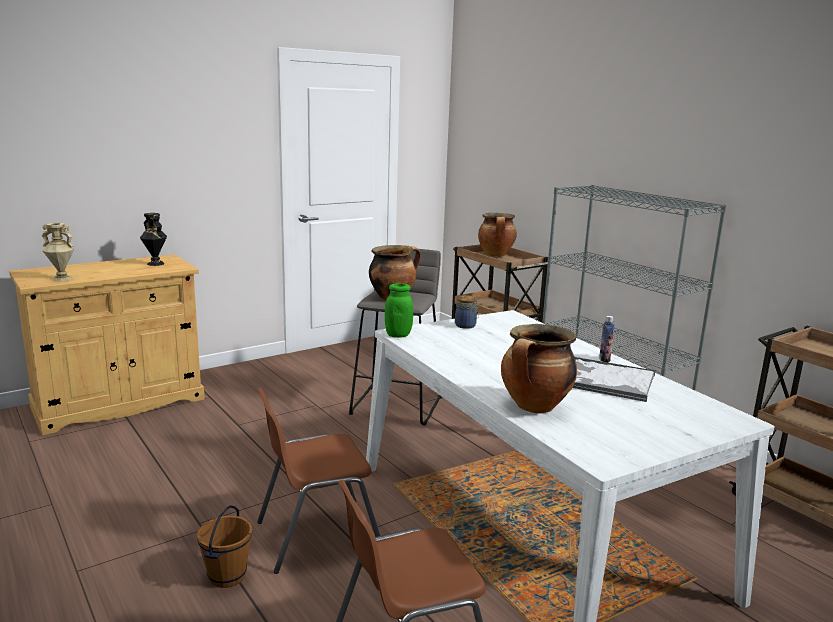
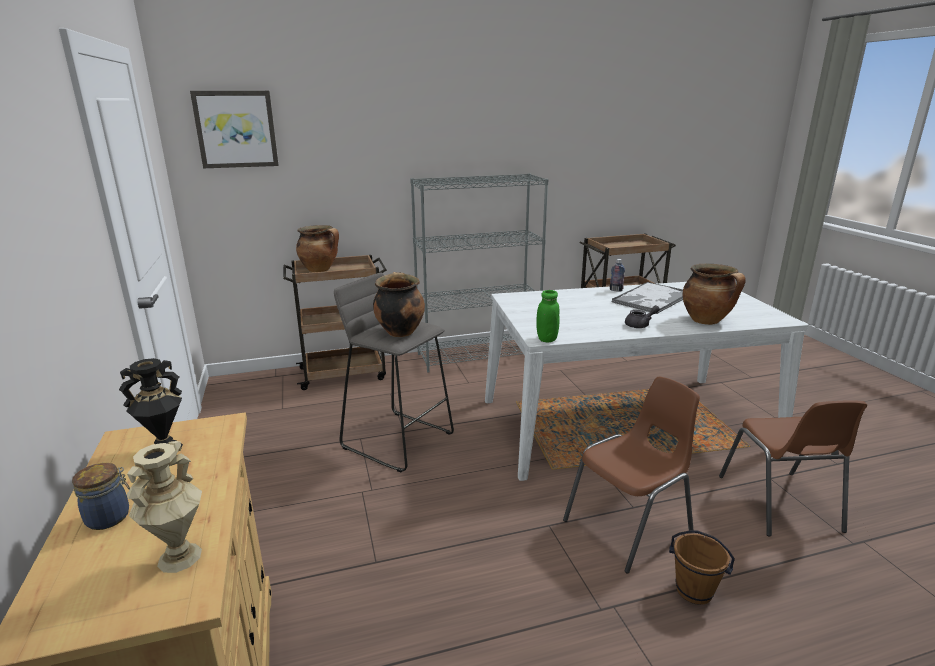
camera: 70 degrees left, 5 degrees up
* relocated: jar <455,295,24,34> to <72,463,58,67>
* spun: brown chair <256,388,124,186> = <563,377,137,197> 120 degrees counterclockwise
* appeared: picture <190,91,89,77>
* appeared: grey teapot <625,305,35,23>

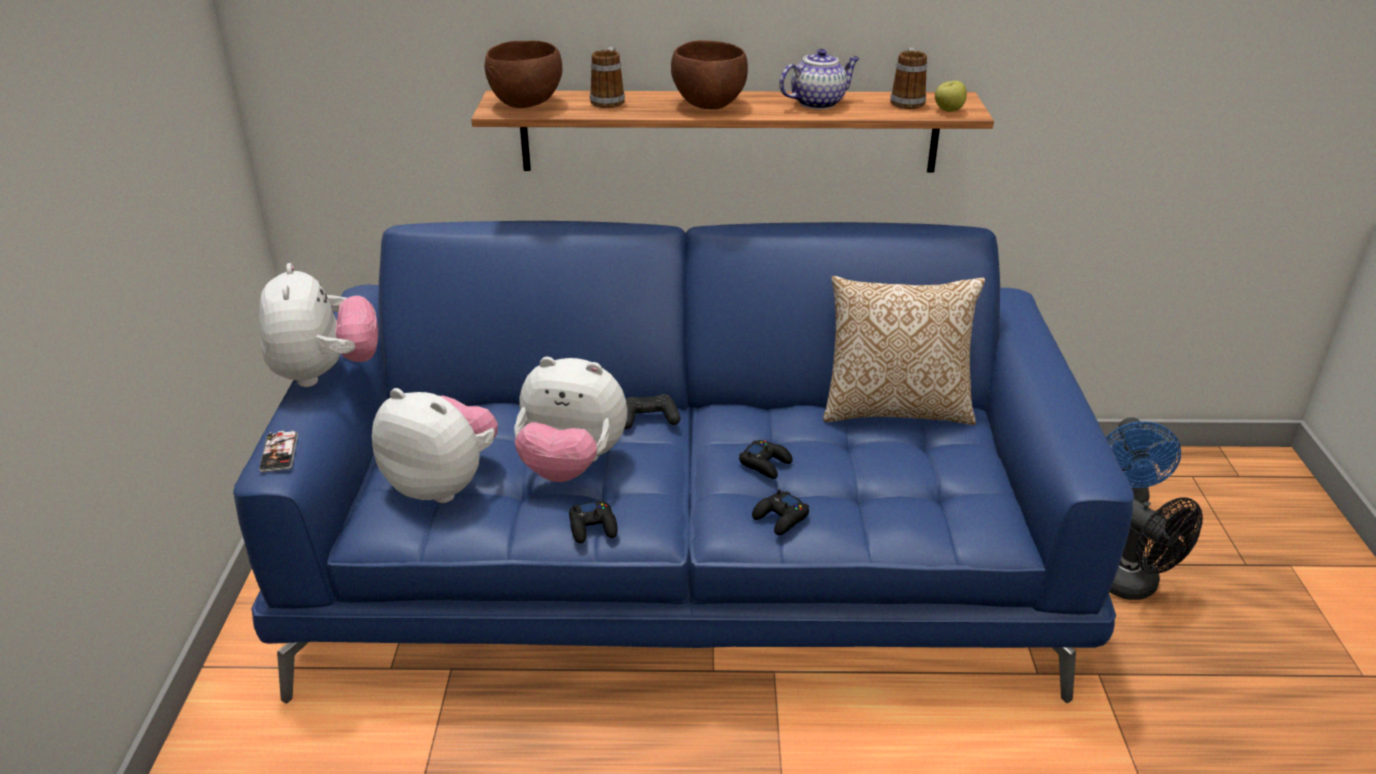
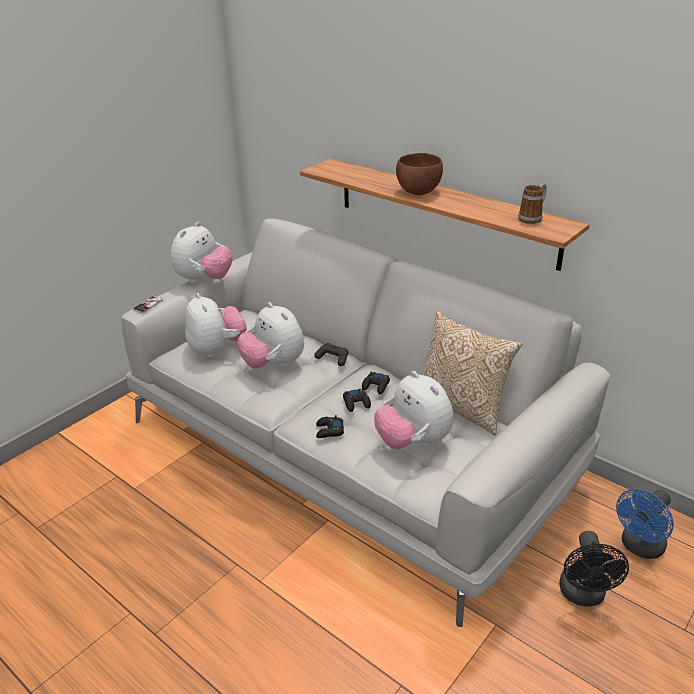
camera: 40 degrees right, 0 degrees up
* missing: brown bowl <485,41,77,67>
* missing: mug <590,47,35,61>
* missing: teapot <779,49,81,60>
* missing: apple <935,81,32,31>
* colour: blue sofa <233,221,901,483> to grey sofa <121,219,489,408>
* relocated: black game controller <569,500,49,44> to <362,371,28,23>
* appeared: plush toy <374,371,79,78>

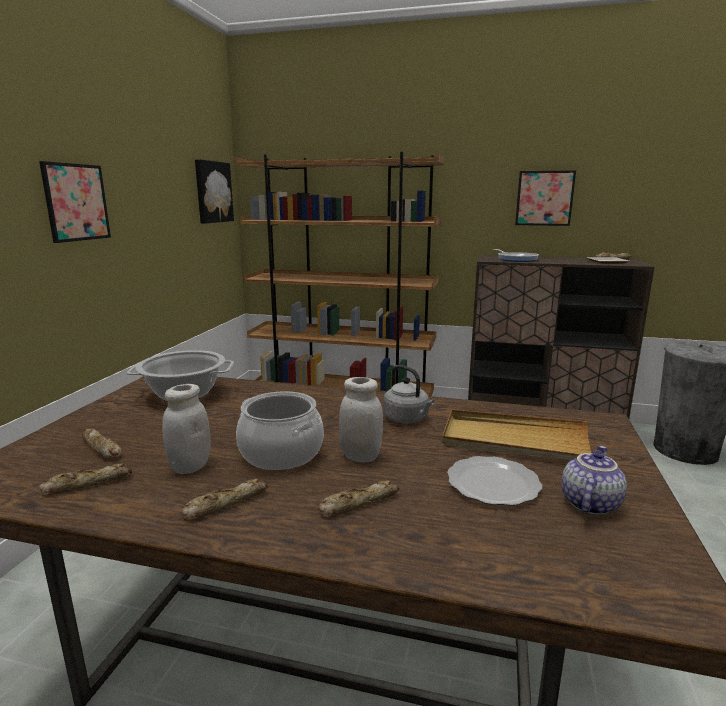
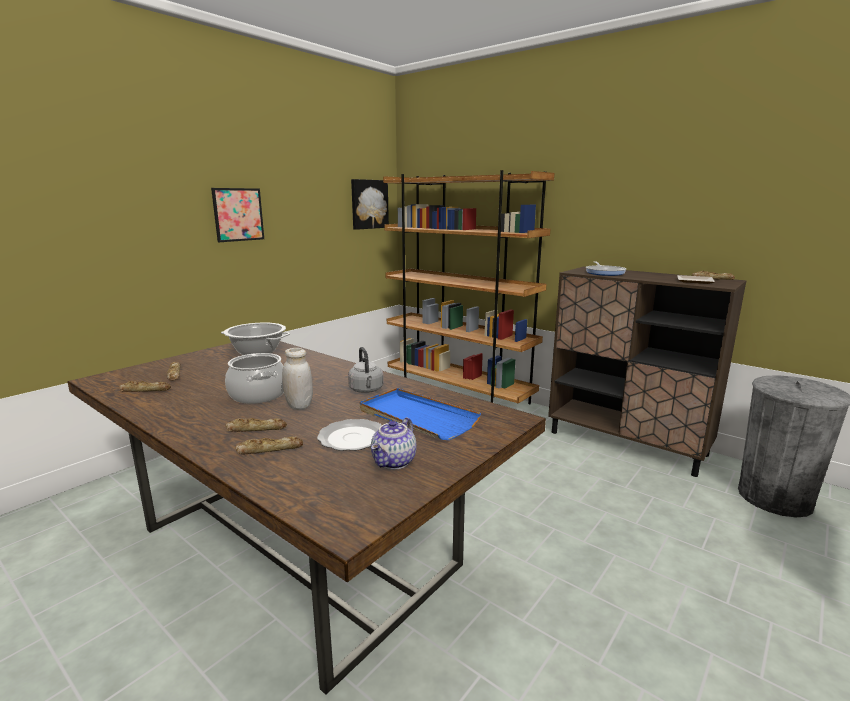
camera: 25 degrees right, 0 degrees up
* missing: picture <515,170,61,56>
* missing: white jar <162,384,49,90>
* colour: beige tray <442,410,149,49> to blue tray <359,388,122,52>
* spun: teapot <562,446,65,69> = <371,417,46,53> 150 degrees clockwise
* relocated: bread <181,479,87,41> to <235,436,68,19>

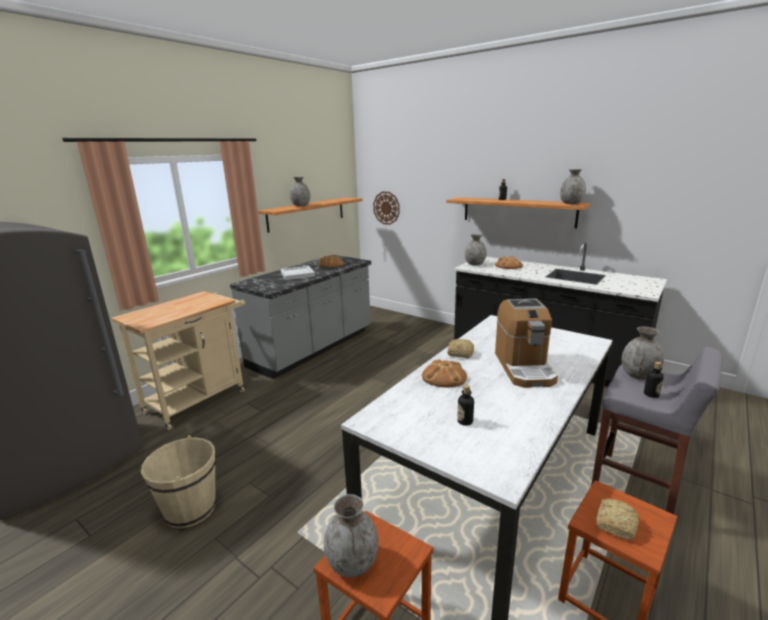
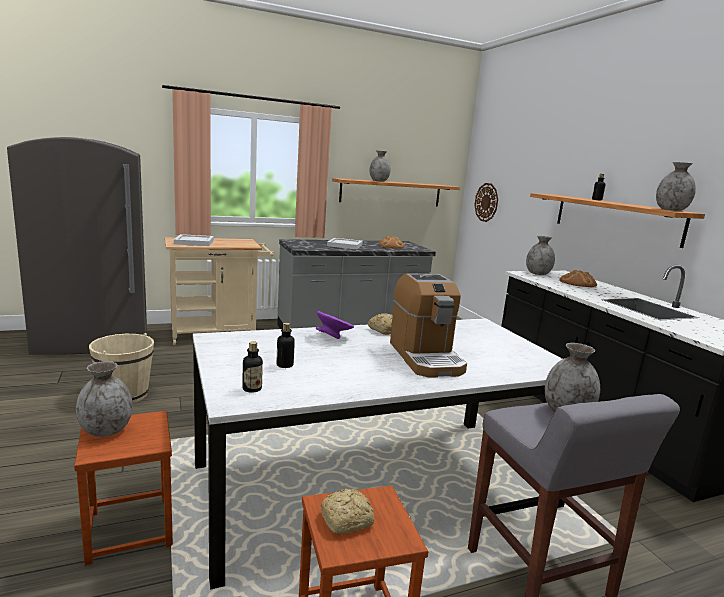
camera: 30 degrees right, 5 degrees down
* spun: coffee machine <495,298,63,90> = <390,273,77,105> 45 degrees counterclockwise
* exchanged: bread <422,359,45,28> to purple bowl <316,311,38,28>
* relocated: bottle <644,362,20,36> to <242,341,21,52>
* appeared: white tray <174,234,40,12>

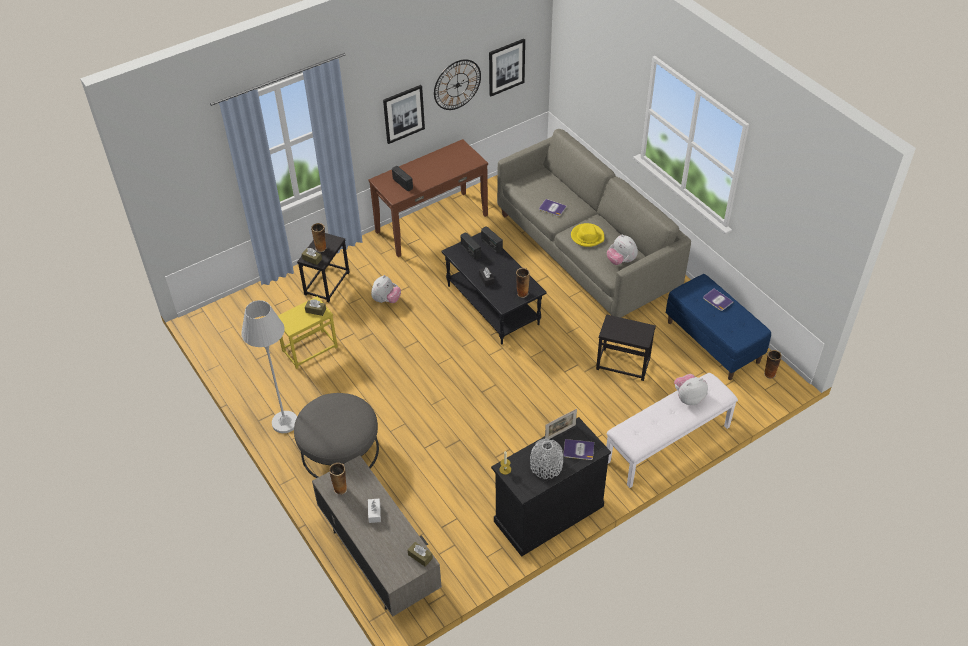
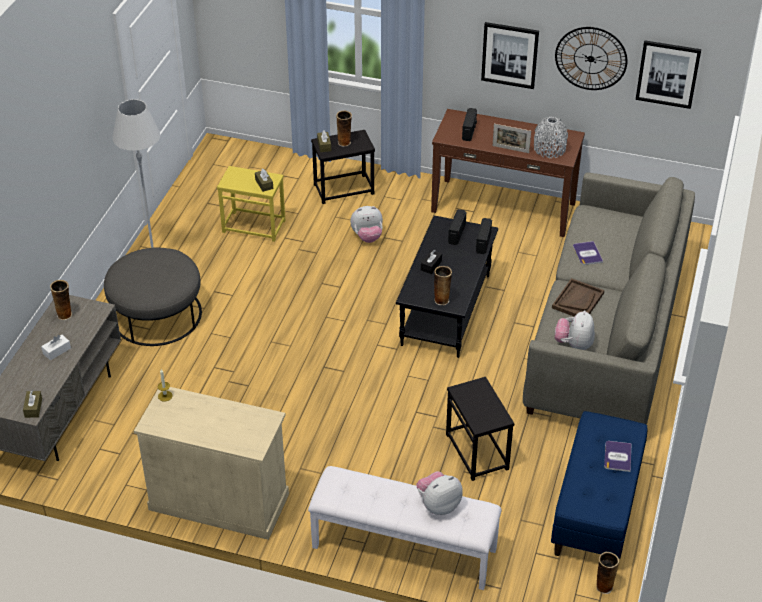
camera: 50 degrees right, 5 degrees down
* exchanged: yellow hat <571,223,33,24> to brown tray <552,278,52,38>
* spun: plush toy <674,374,34,31> = <416,471,47,44> 60 degrees counterclockwise
* relocated: picture frame <545,409,32,30> to <493,124,38,29>
* colour: black cabinet <491,417,120,140> to beige cabinet <134,387,155,153>
* relocated: grey vase <530,438,33,41> to <534,117,34,41>
* missing: book <563,439,31,21>

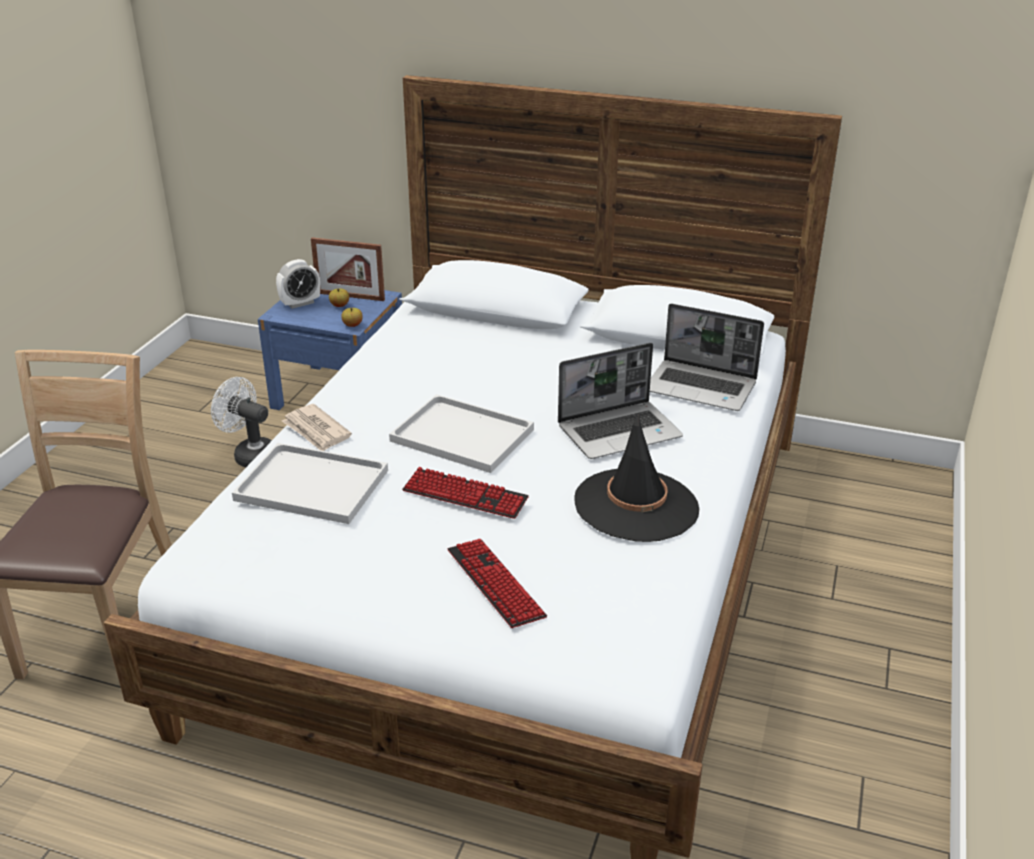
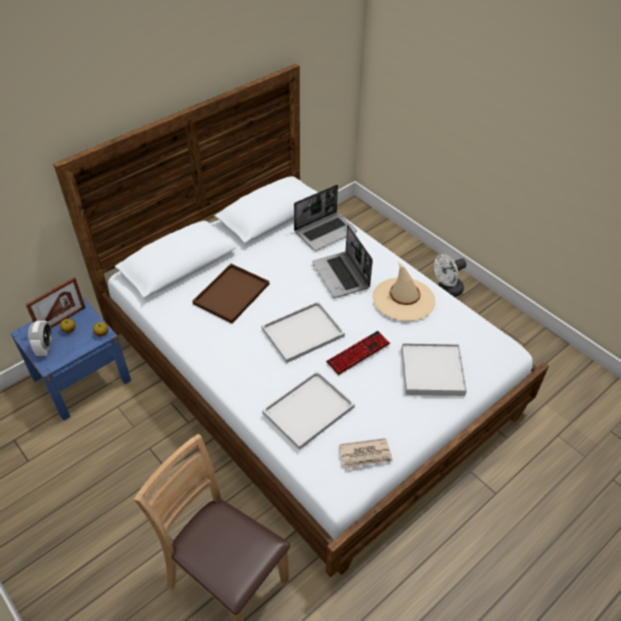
camera: 60 degrees left, 15 degrees up
* spun: laptop <558,343,125,116> = <312,225,61,73> 150 degrees clockwise
* relocated: white fan <211,377,61,90> to <434,254,33,43>
* relocated: newspaper <282,404,70,47> to <339,438,54,31>
* colour: black hat <574,414,125,128> to beige hat <372,262,63,59>
* exchanged: keyboard <448,539,99,89> to white tray <401,343,66,53>
* appeared: brown tray <192,264,77,60>

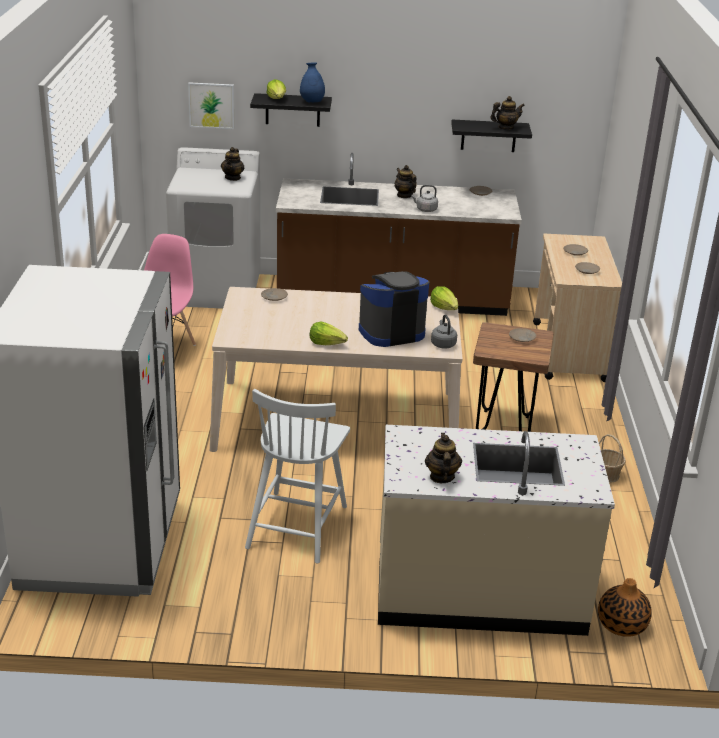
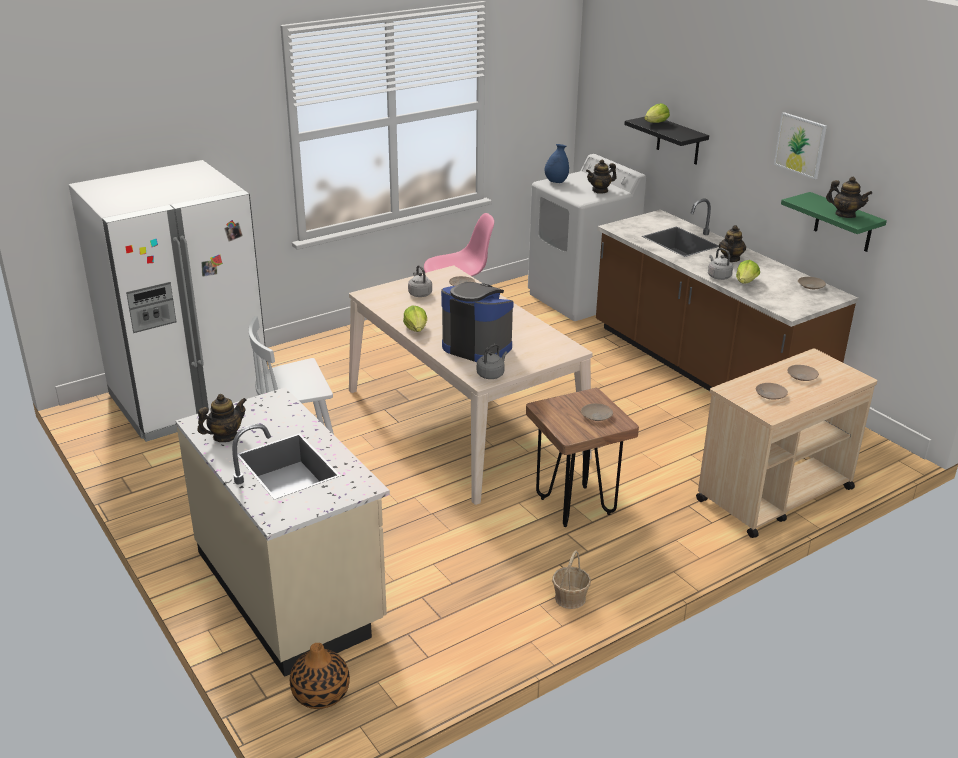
camera: 55 degrees right, 0 degrees up
* relocated: blue vase <300,63,25,39> to <544,144,25,39>
* relocated: picture <188,82,46,47> to <774,112,53,67>
* colour: black shelf <451,120,81,32> to green shelf <781,192,106,60>
* relocated: lettuce <430,286,28,24> to <736,260,24,24>
* appeared: grey kettle <408,265,24,32>

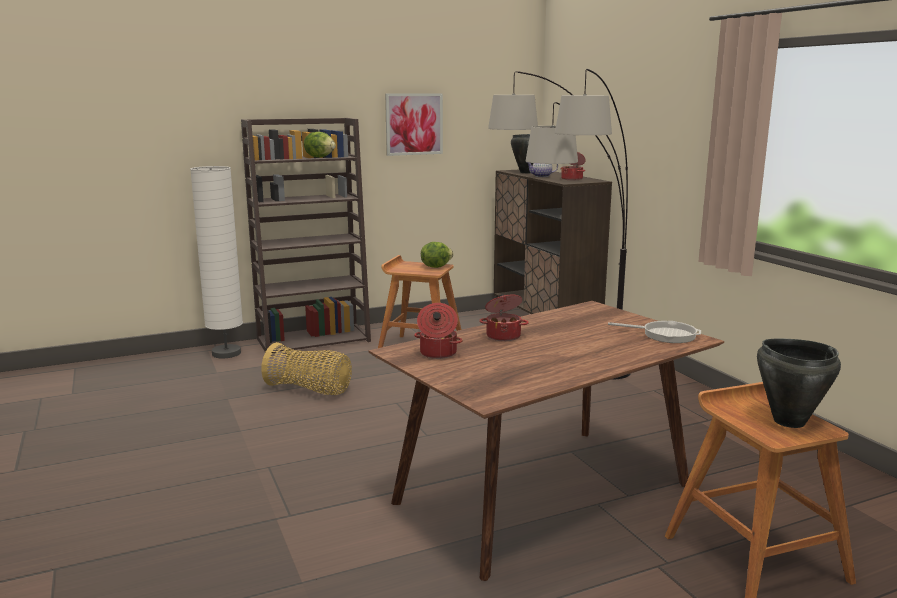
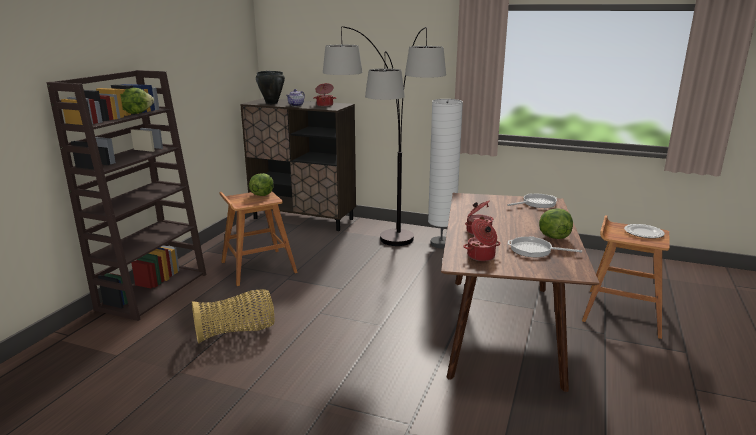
camera: 45 degrees left, 5 degrees up
* missing: picture <385,93,58,63>
* relocated: white floor lamp <190,166,53,192> to <428,99,35,149>
* exchanged: black cooking pot <757,339,84,89> to plate <624,224,41,14>
* appeared: lettuce <539,208,34,31>
* appeared: frying pan <508,236,74,21>

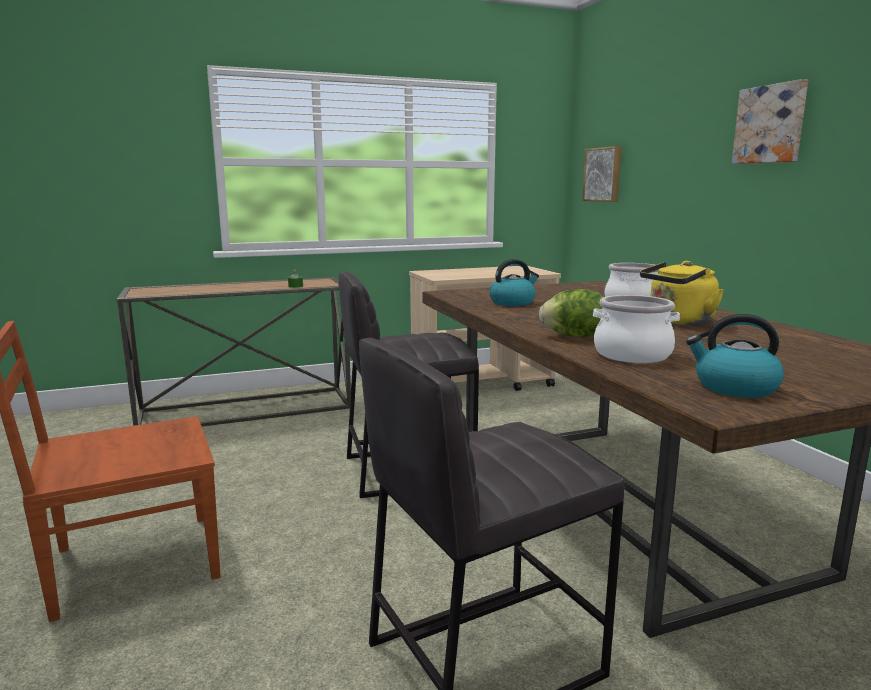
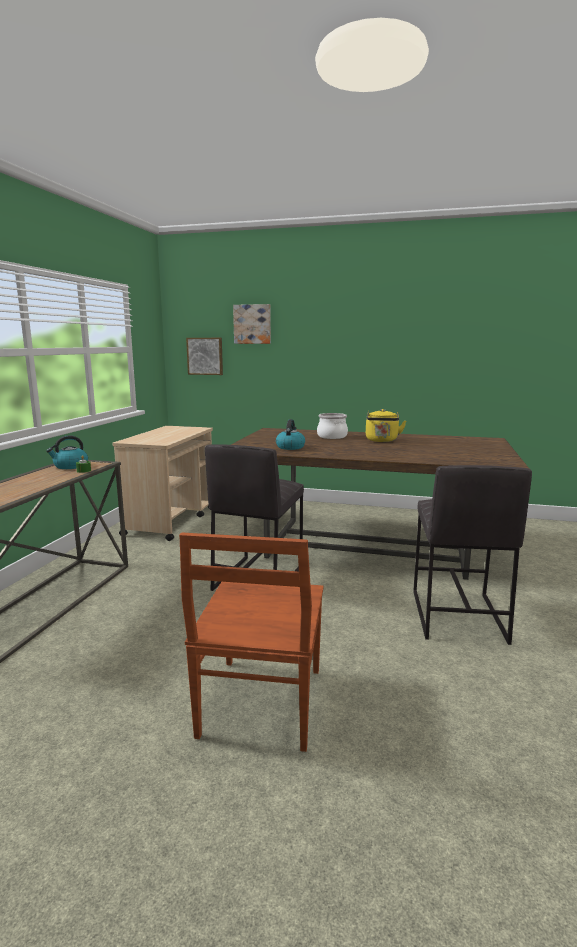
camera: 55 degrees left, 0 degrees up
* relocated: picture <732,79,76,85> to <233,304,38,40>
* missing: lettuce <539,289,64,48>
* missing: cooking pot <593,295,87,68>
* relocated: kettle <686,314,98,84> to <46,435,42,34>

